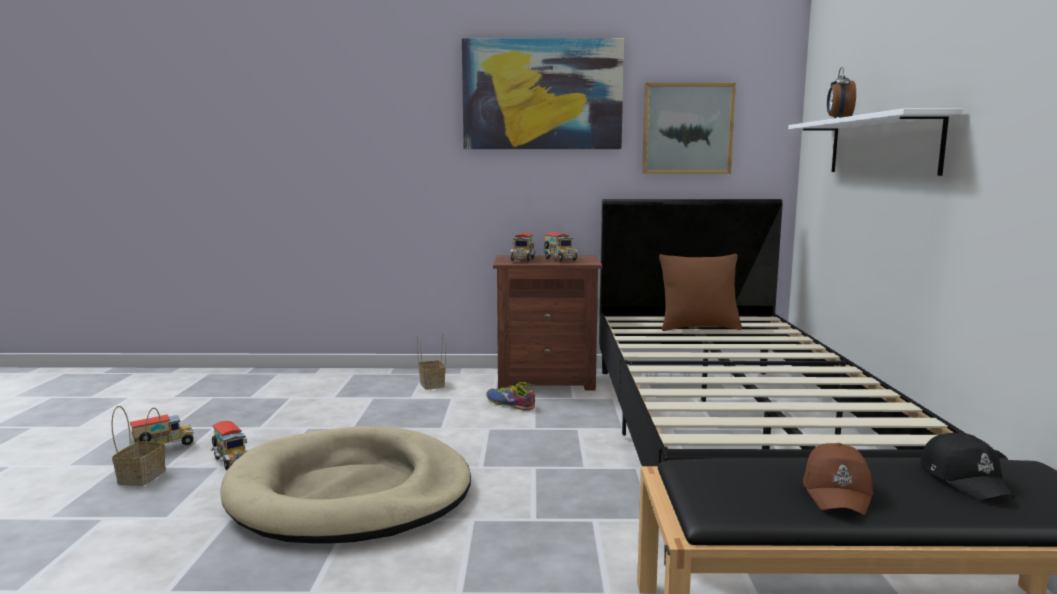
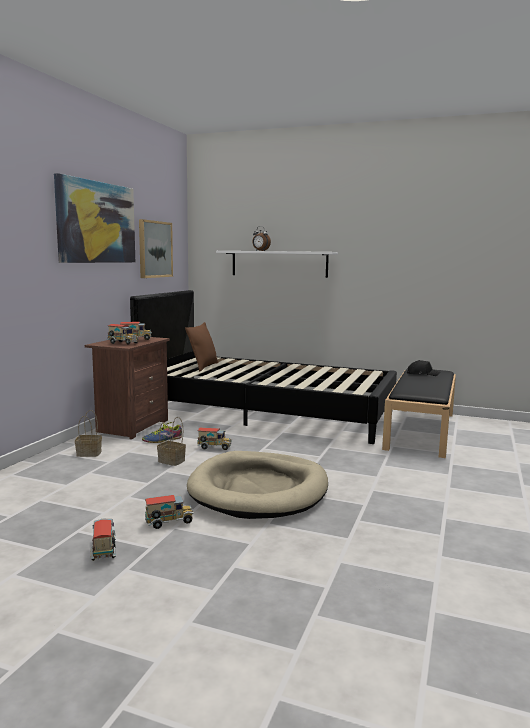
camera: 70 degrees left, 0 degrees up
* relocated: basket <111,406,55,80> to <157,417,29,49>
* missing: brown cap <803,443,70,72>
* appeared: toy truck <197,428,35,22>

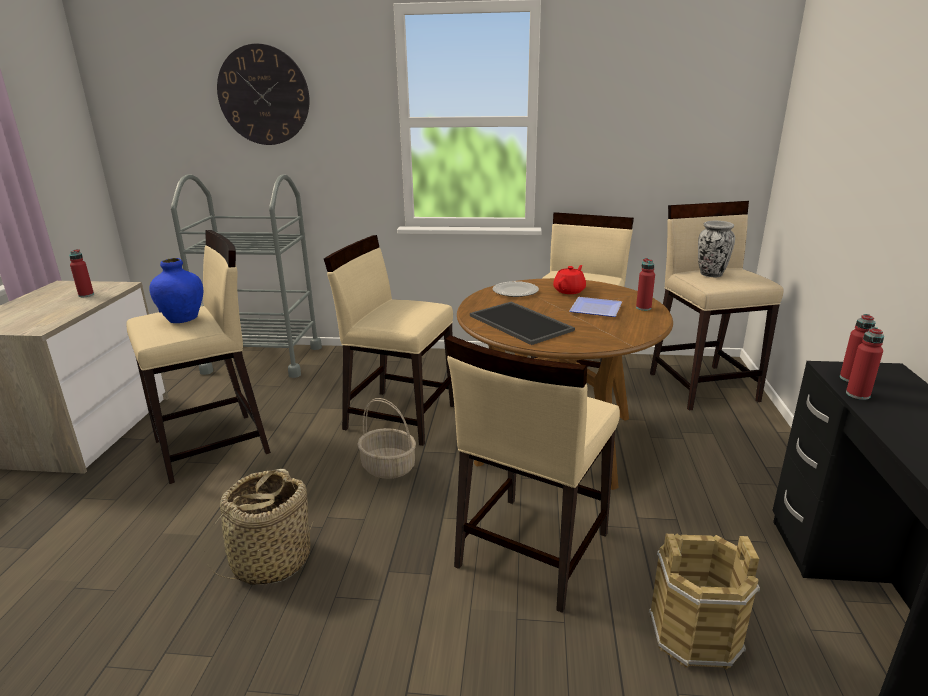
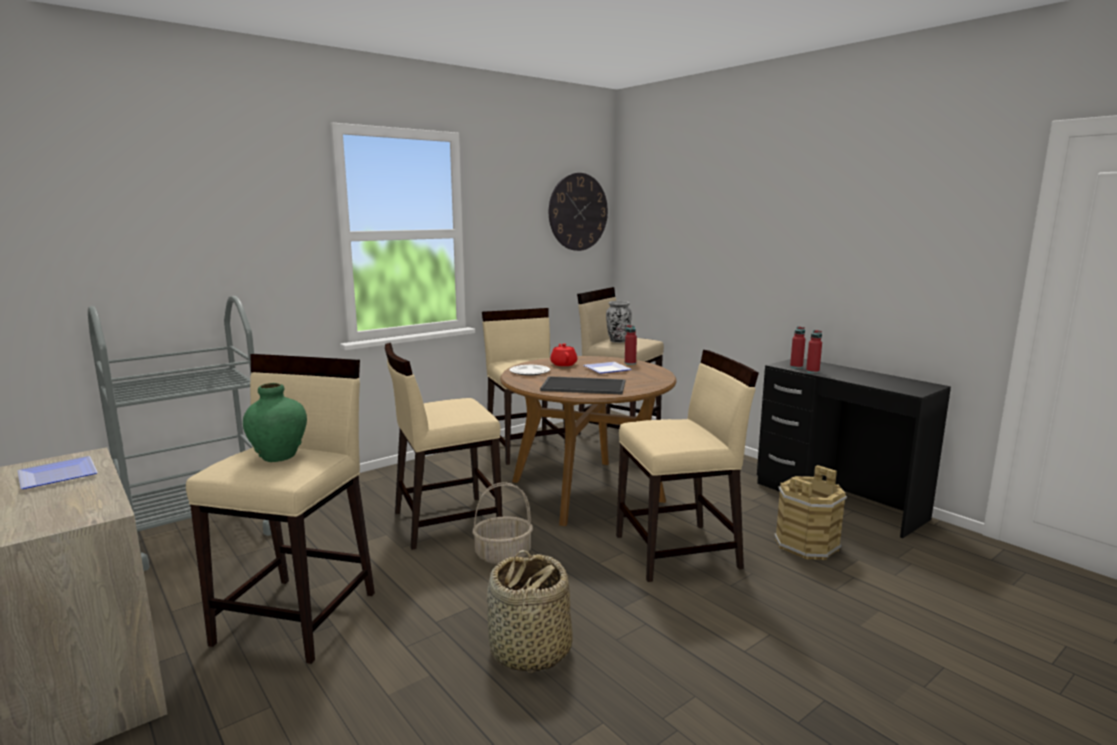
camera: 45 degrees left, 10 degrees down
* relocated: wall clock <217,44,93,101> to <549,173,59,78>
* exchanged: red bottle <69,249,25,48> to plate <17,456,81,33>
* colour: blue vase <149,258,54,65> to green vase <243,383,64,79>
* spun: beige chair <445,335,175,278> = <616,350,143,232> 90 degrees counterclockwise

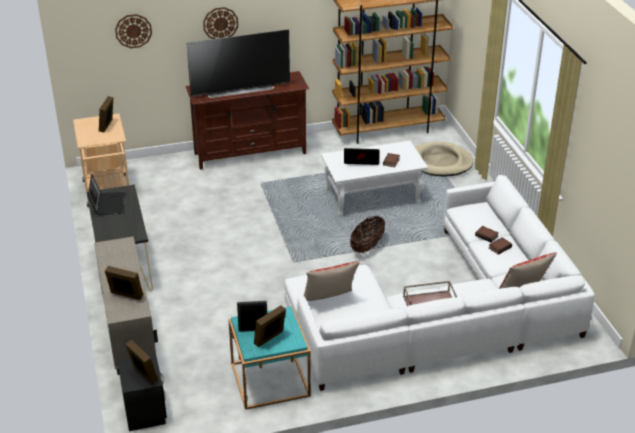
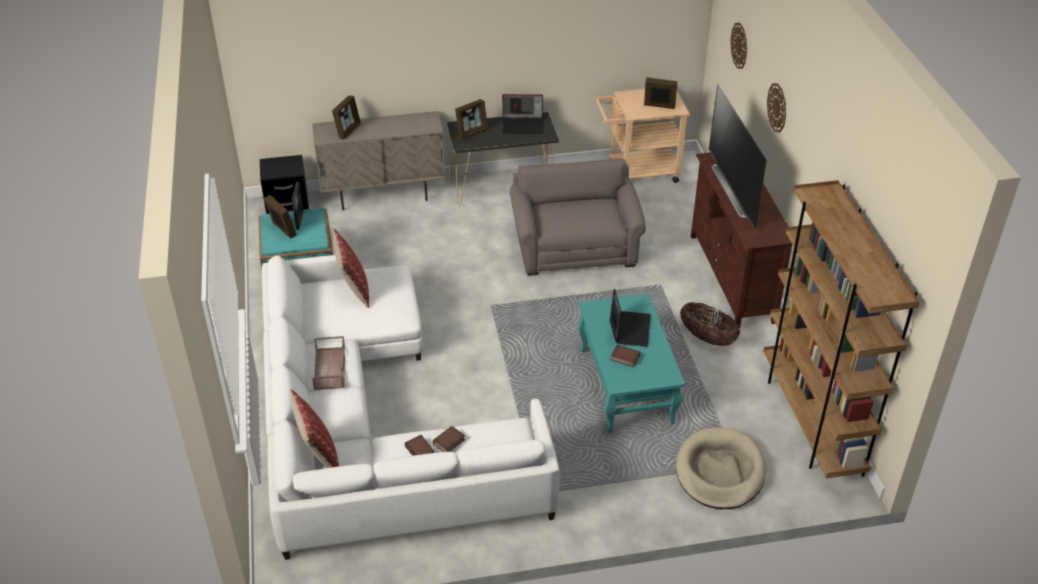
camera: 95 degrees right, 5 degrees up
* colour: white coffee table <321,141,107,75> to turquoise coffee table <578,294,107,139>
* relocated: basket <350,216,35,37> to <680,303,60,43>
* relocated: picture frame <125,340,33,44> to <455,99,33,40>
* appeared: grey armchair <510,159,136,117>

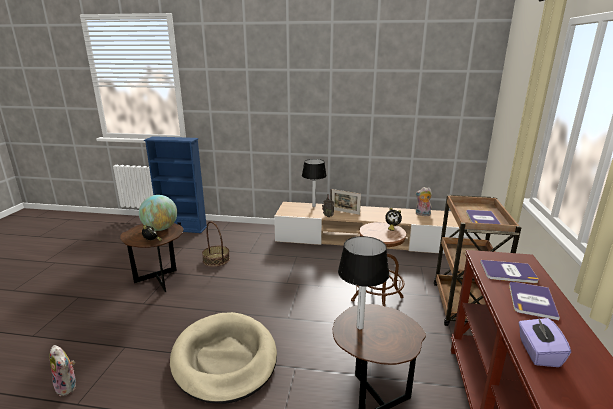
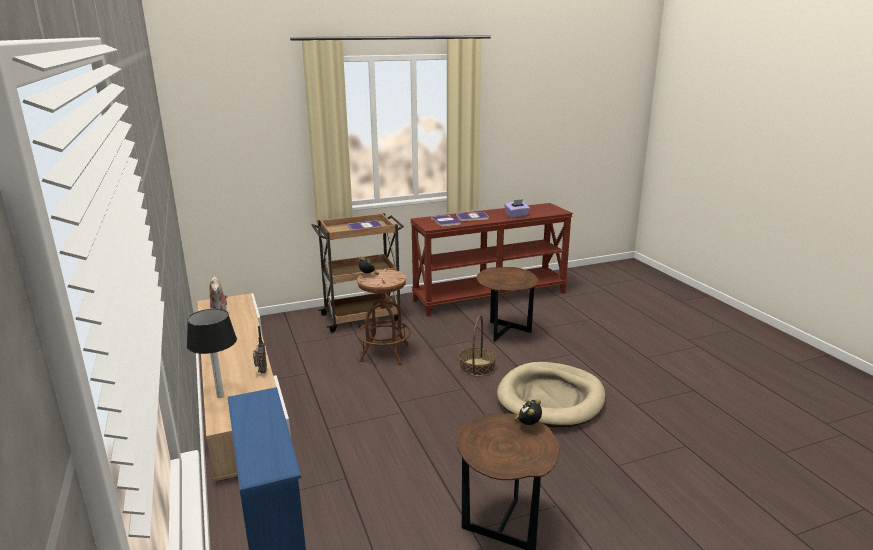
camera: 120 degrees left, 0 degrees up
* missing: picture frame <332,189,29,26>
* missing: globe <139,195,38,36>
* relocated: basket <202,221,28,46> to <460,315,36,61>
* missing: table lamp <338,236,51,94>
* missing: plush toy <50,345,26,51>

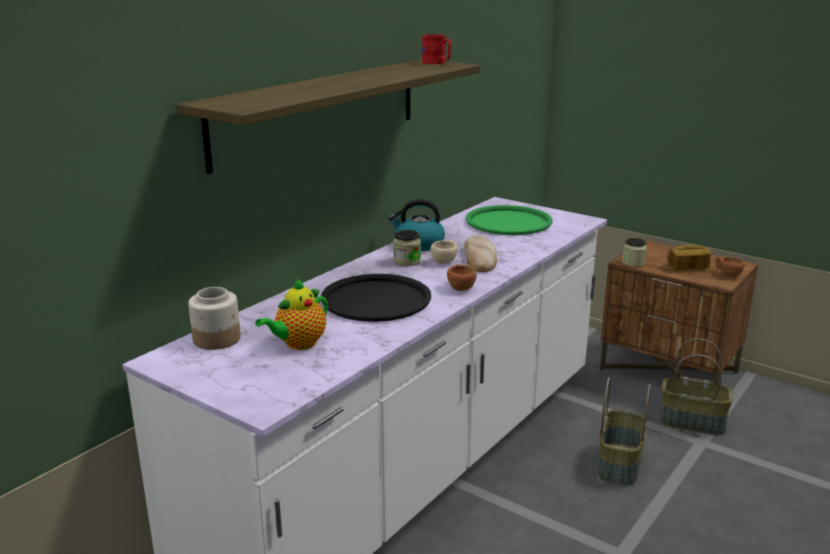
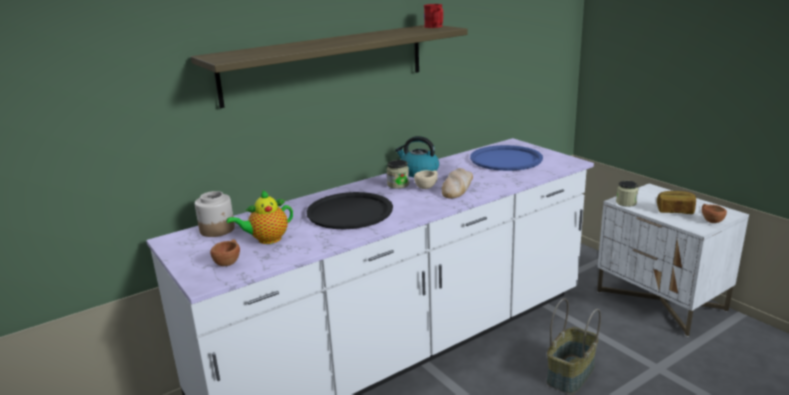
camera: 20 degrees right, 0 degrees up
* colour: green tray <466,205,87,30> to blue tray <470,145,73,26>
* colour: brown nightstand <600,241,158,143> to white nightstand <597,184,152,153>
* relocated: brown cup <447,264,30,27> to <210,239,30,27>
* missing: basket <659,339,74,96>

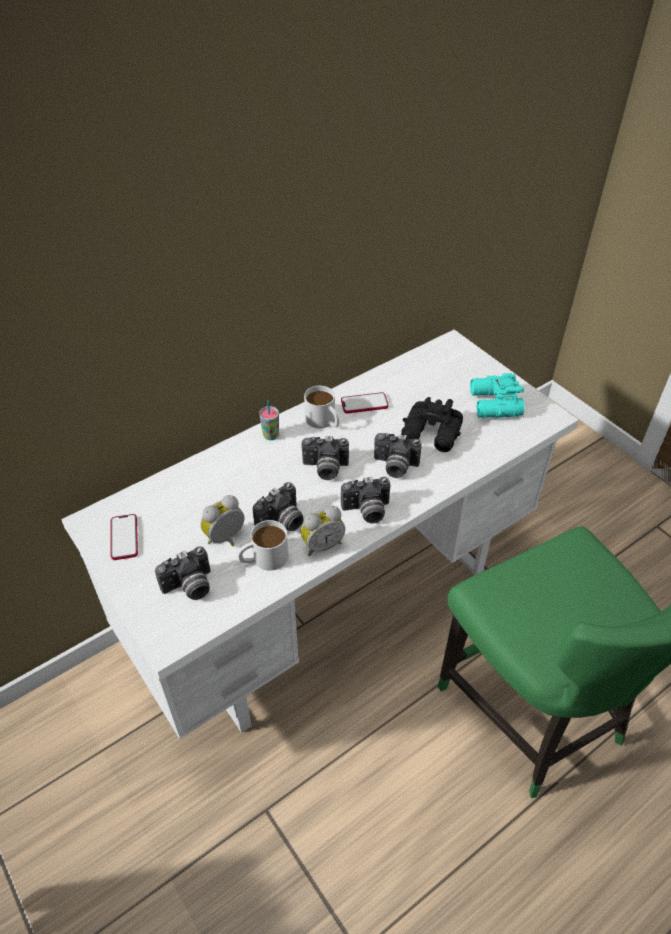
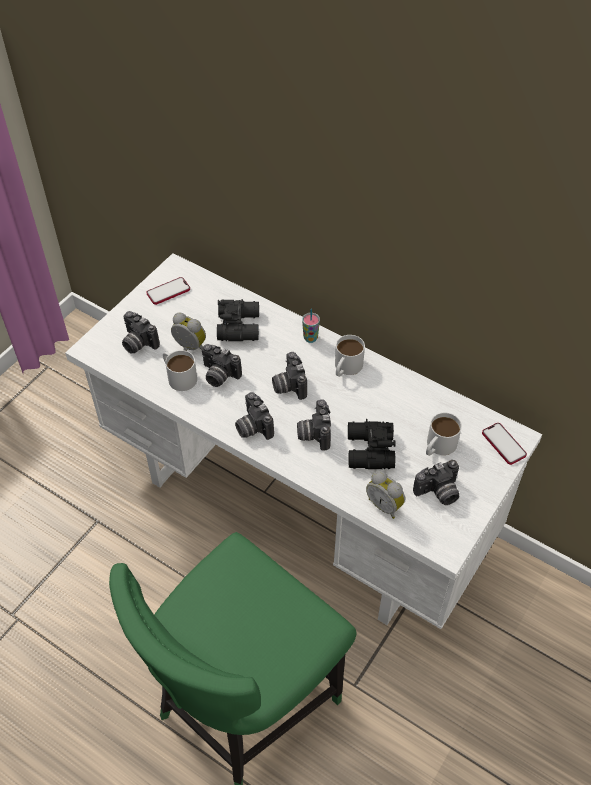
camera: 70 degrees right, 5 degrees up
* exchanged: turquoise binoculars <470,373,55,45> to photo camera <413,460,46,45>
* relocated: phone <341,392,48,22> to <482,423,45,42>
* relocated: alarm clock <301,506,44,50> to <366,471,39,48>
* appeared: black binoculars <217,299,42,42>
* appeared: white mug <426,413,36,43>

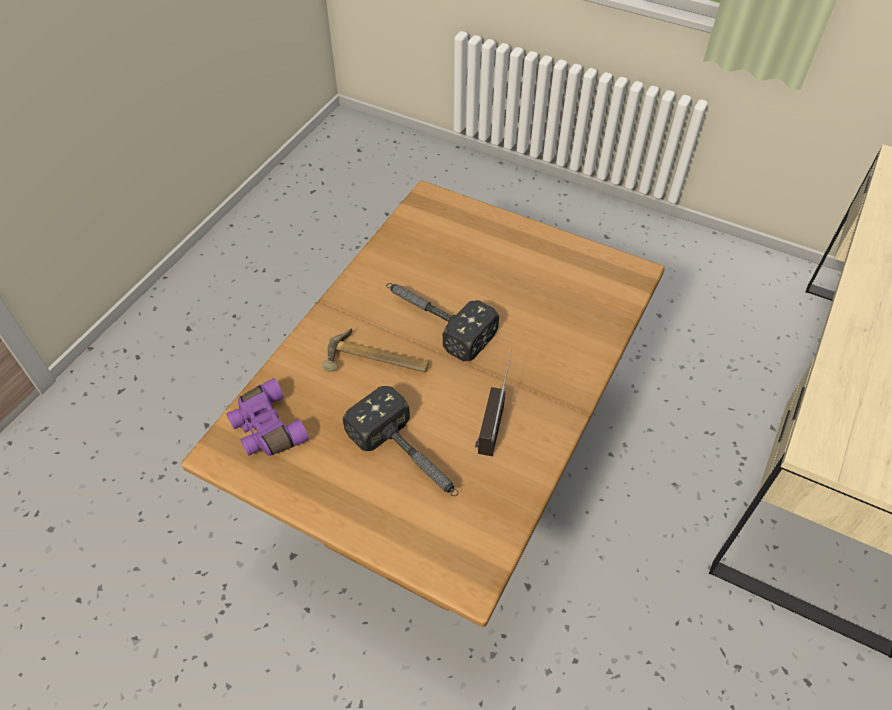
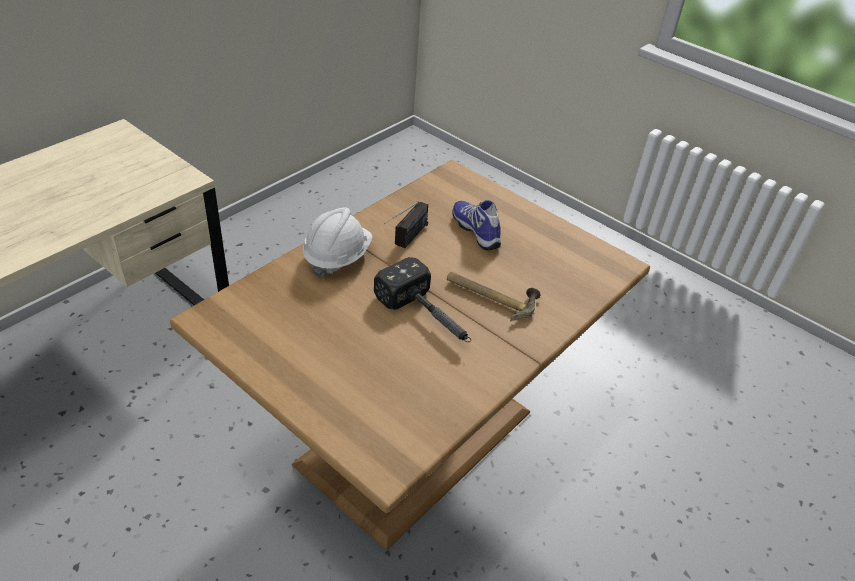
camera: 170 degrees left, 10 degrees down
* missing: purple binoculars <227,378,82,78>
* exchanged: hammer <343,386,115,110> to shoe <452,200,49,51>
* appeared: white hard hat <303,207,70,71>

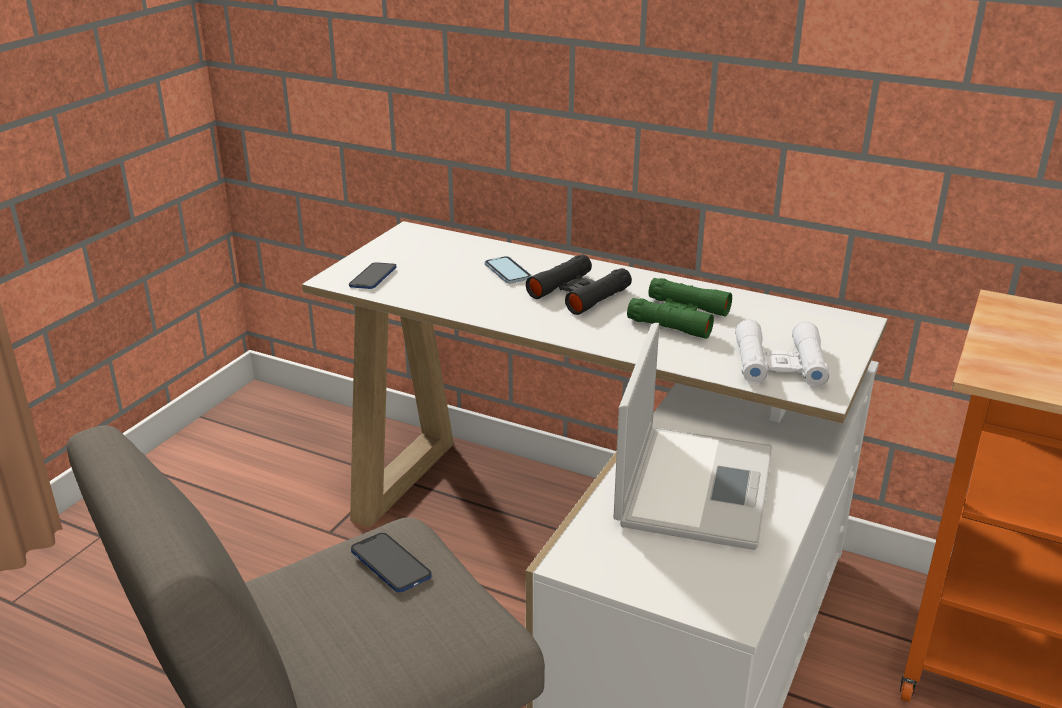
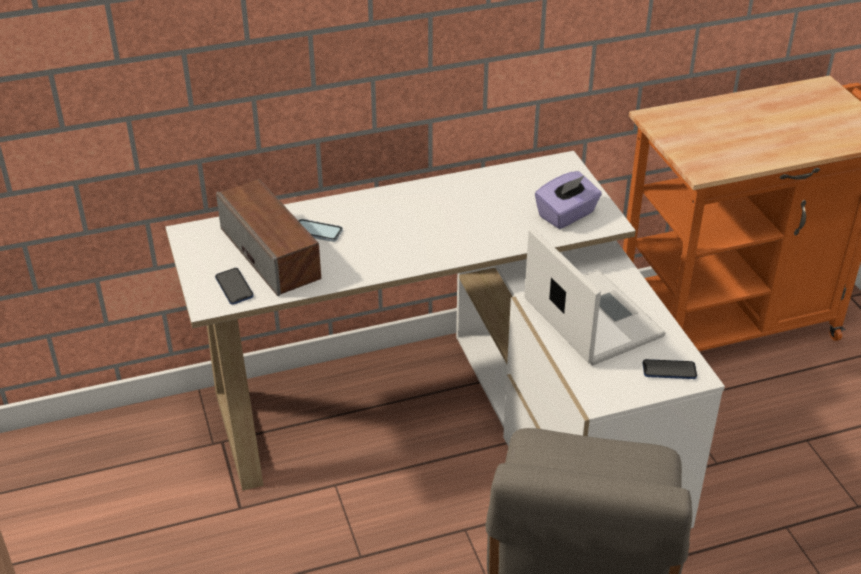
camera: 45 degrees left, 10 degrees up
* missing: black binoculars <526,255,106,60>
* missing: green binoculars <627,278,105,61>
* exchanged: white binoculars <735,320,94,67> to purple tissue box <535,171,67,58>
* relocated: phone <351,533,80,59> to <643,359,54,20>
* appeared: speaker <216,179,105,117>

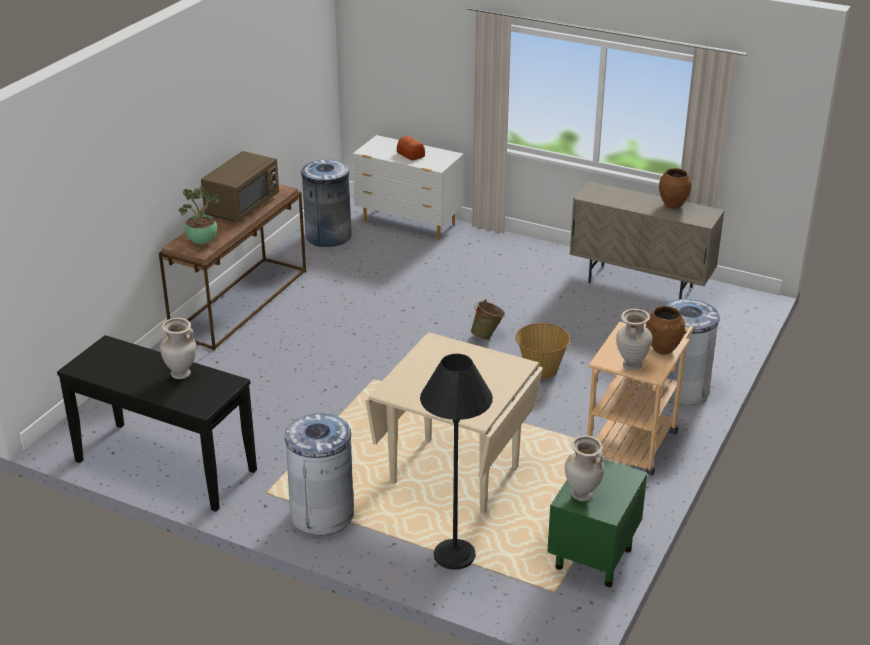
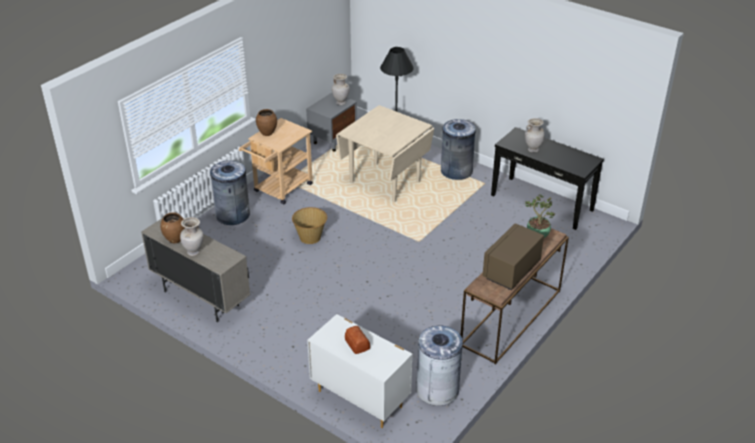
camera: 170 degrees left, 5 degrees up
* missing: green bucket <471,299,34,41>
* relocated: beige vase <616,309,36,61> to <180,217,24,39>
* colour: green nightstand <547,459,100,128> to grey nightstand <306,93,51,59>

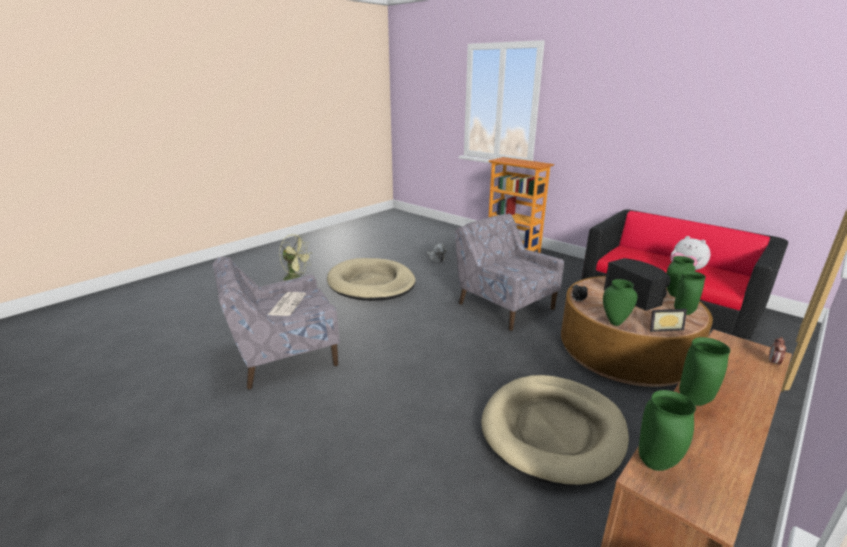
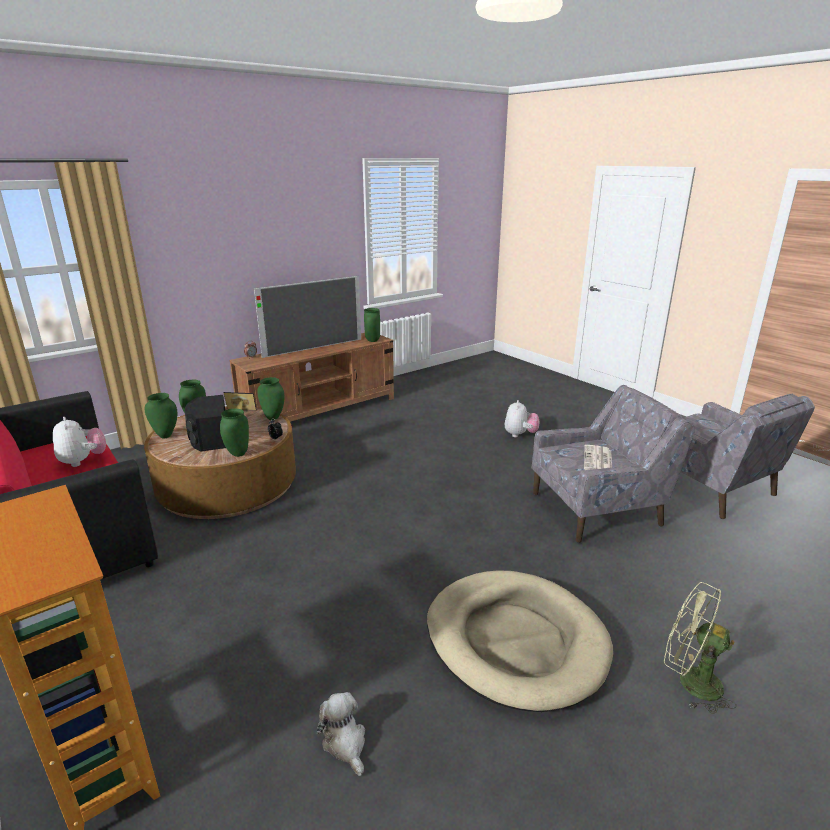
camera: 170 degrees left, 0 degrees up
* relocated: grey armchair <455,214,109,117> to <681,394,134,125>
* relocated: green vase <679,337,51,69> to <220,409,29,48>
* missing: beige dog bed <481,375,148,111>
* appeared: television <254,276,107,82>
* appeared: plush toy <505,400,34,37>

